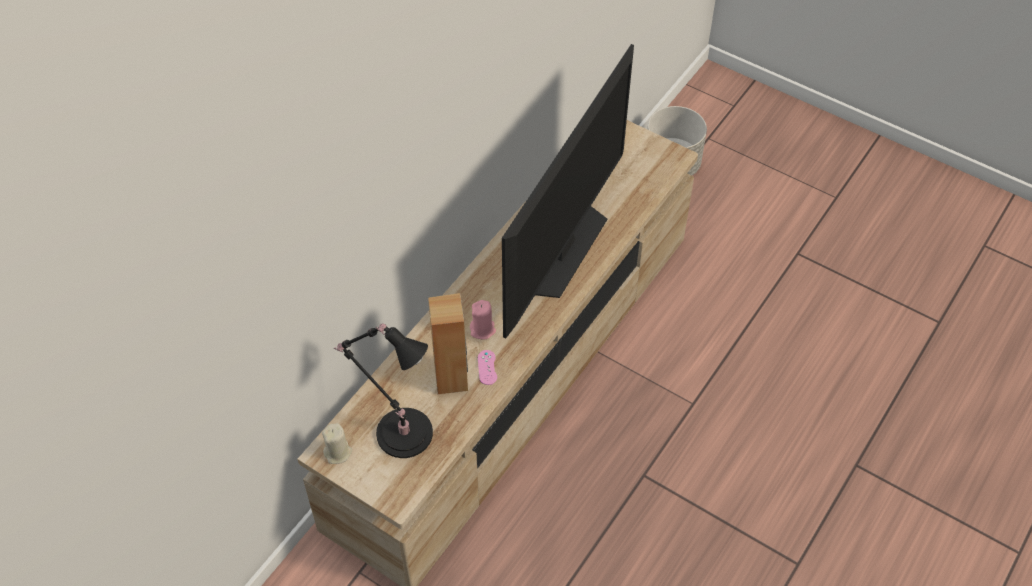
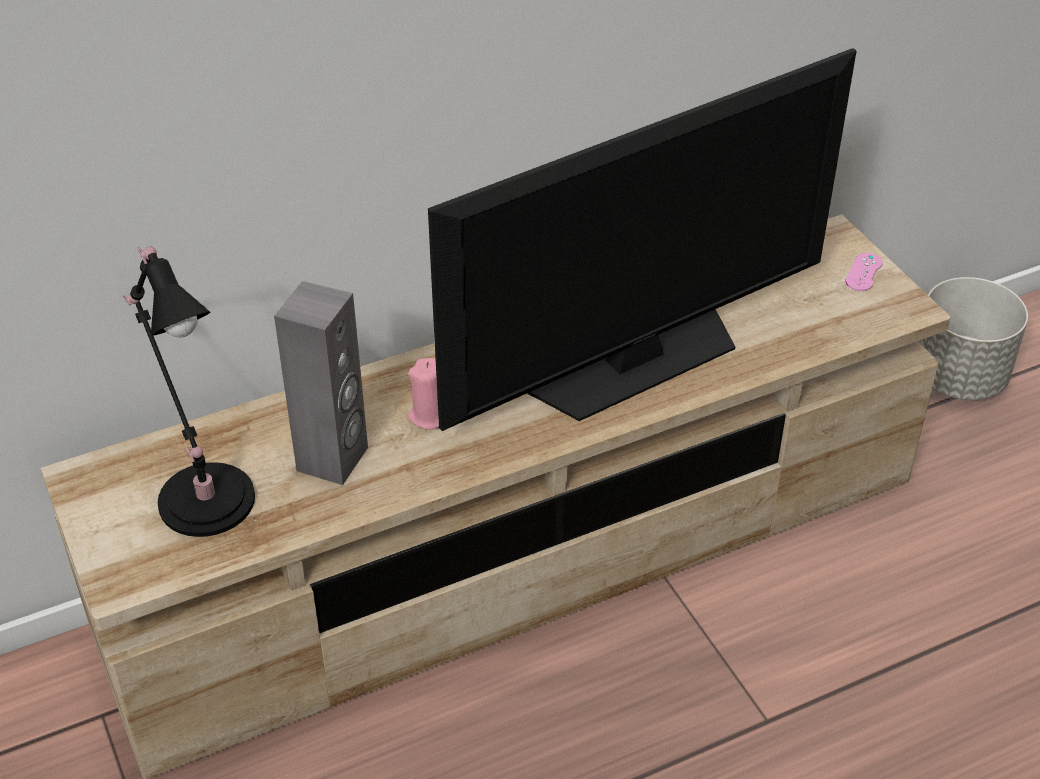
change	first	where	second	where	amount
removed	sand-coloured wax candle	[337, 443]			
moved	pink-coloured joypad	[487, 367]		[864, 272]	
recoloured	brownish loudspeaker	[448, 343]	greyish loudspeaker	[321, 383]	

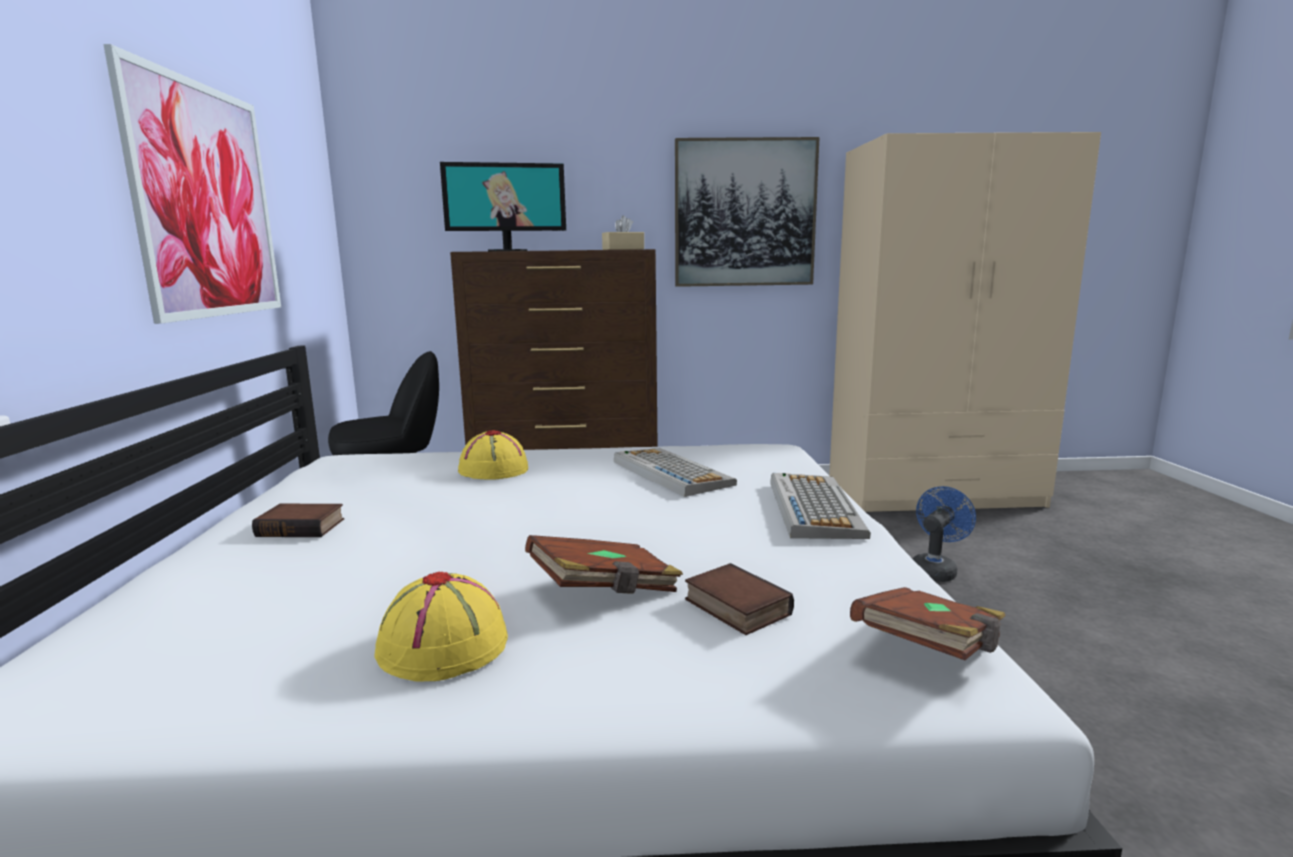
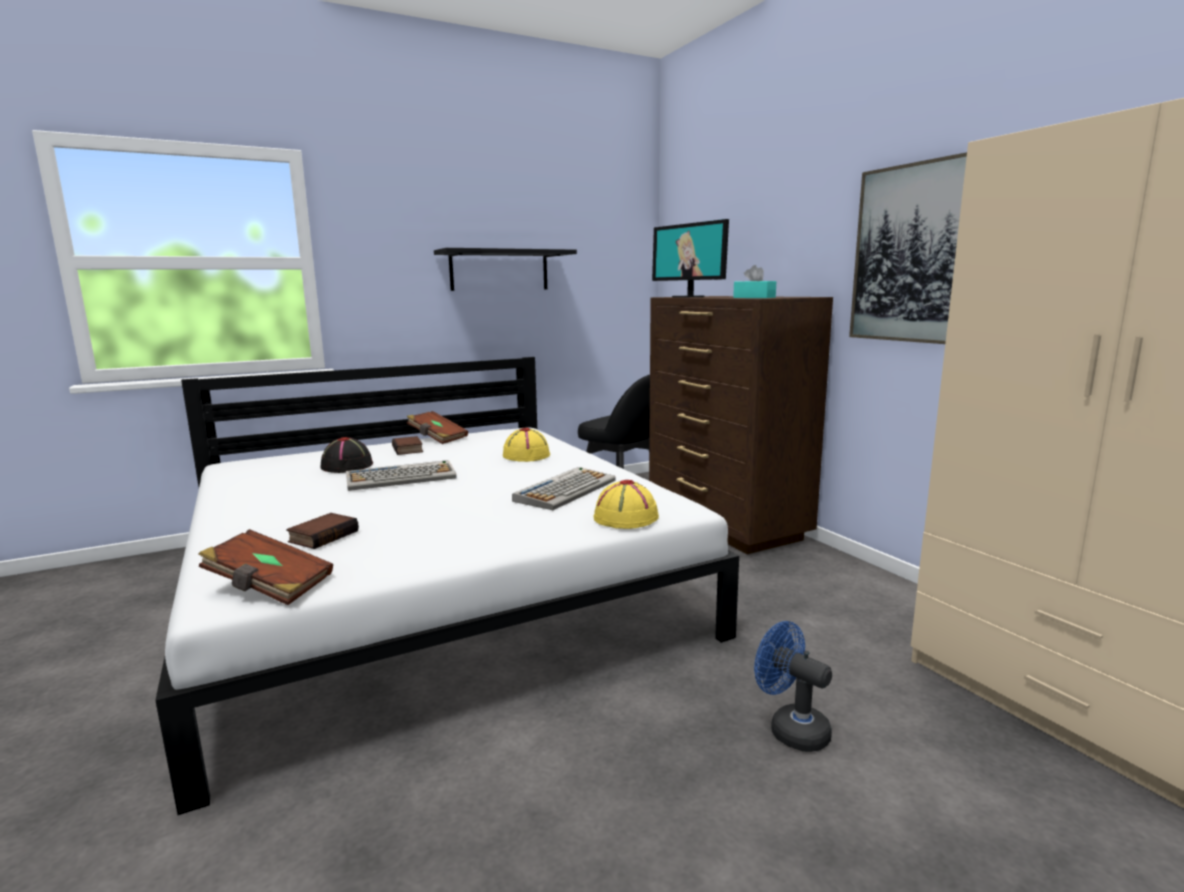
change	first	where	second	where	amount
added			blackish hat	[346, 455]	
moved	yellow-coloured hat	[441, 626]		[626, 504]	
moved	brownish volume	[604, 564]		[437, 427]	
moved	computer keyboard	[820, 506]		[401, 475]	
replaced	wall picture	[192, 184]	blackish wall shelf	[505, 269]	
recoloured	sand-coloured tissue holder	[623, 233]	turquoise-coloured tissue holder	[754, 281]	
turned	blue-coloured fan	[944, 534]		[793, 686]	150 degrees counterclockwise

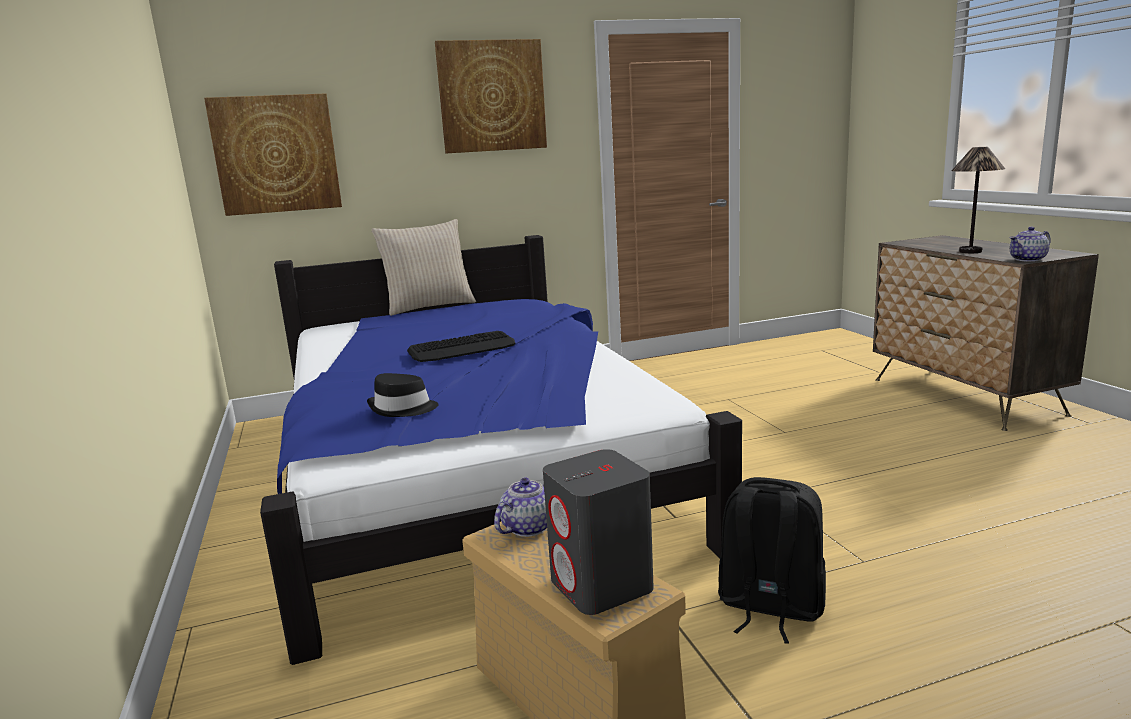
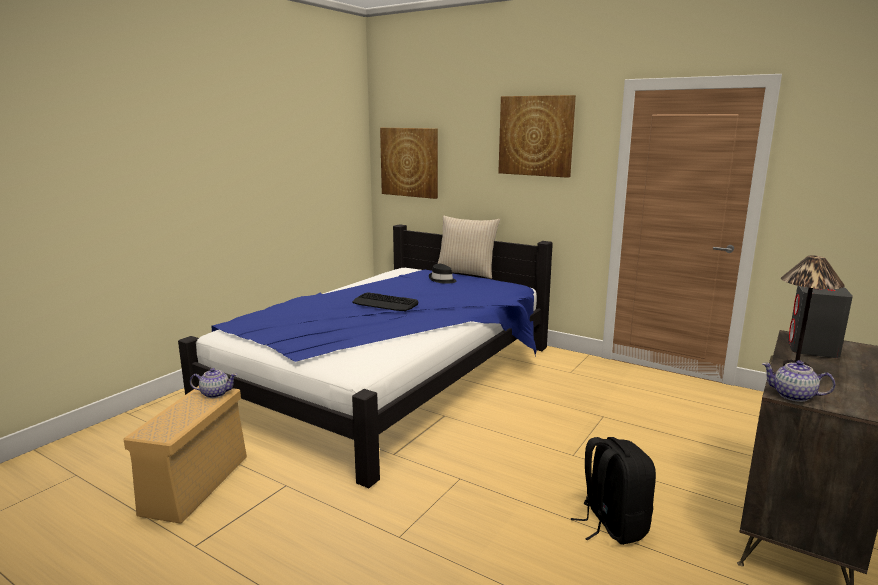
change	first	where	second	where	amount
moved	blackish hat	[403, 395]		[443, 274]	
moved	greyish loudspeaker	[598, 532]		[820, 322]	
moved	blackish rucksack	[772, 560]		[613, 491]	

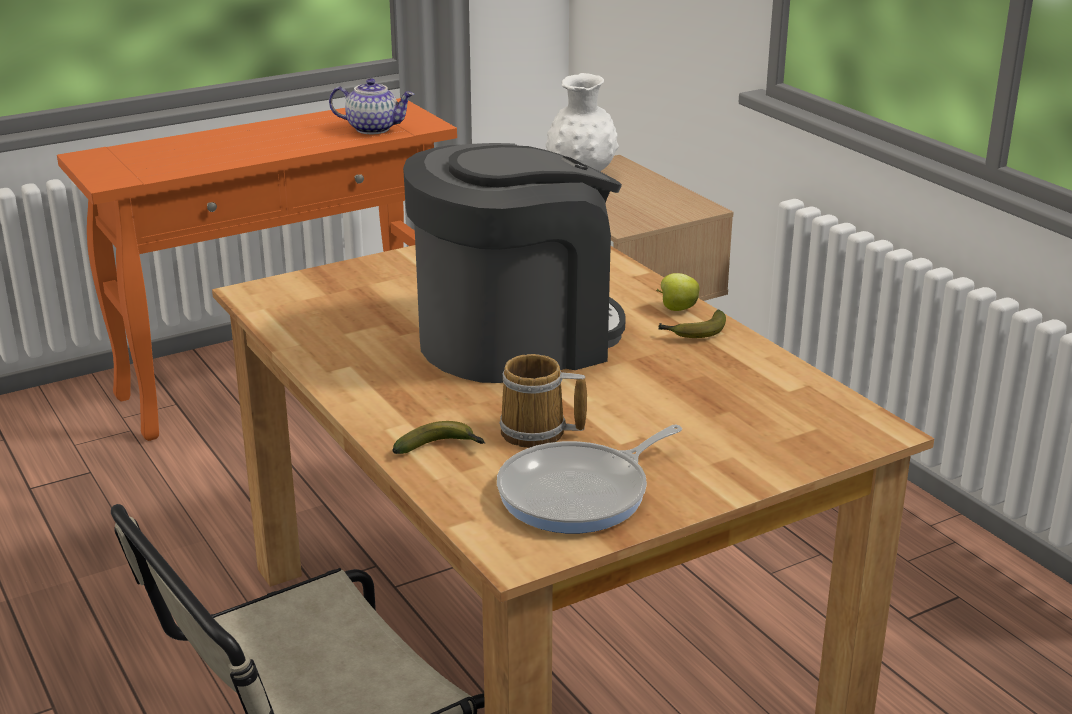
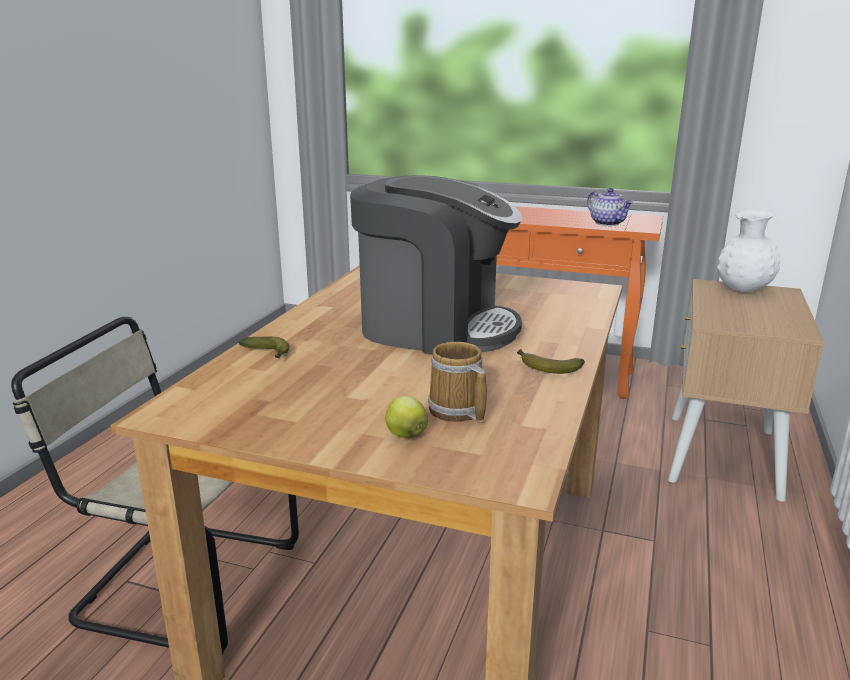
change	first	where	second	where	amount
removed	pan	[589, 479]			
moved	coffee mug	[543, 401]		[457, 382]	
moved	whole apple	[678, 292]		[406, 417]	

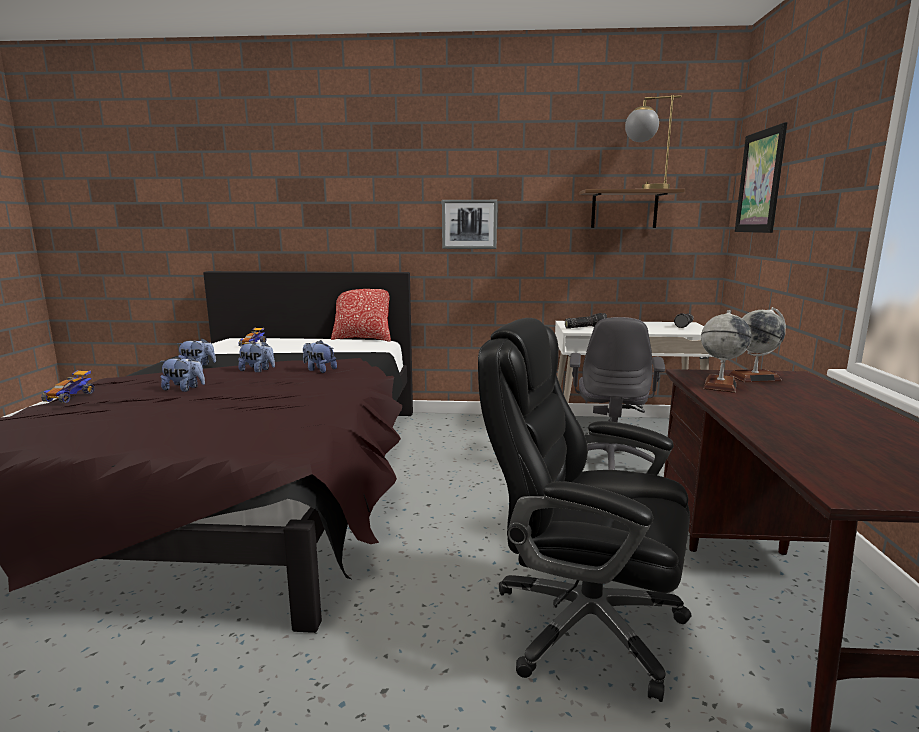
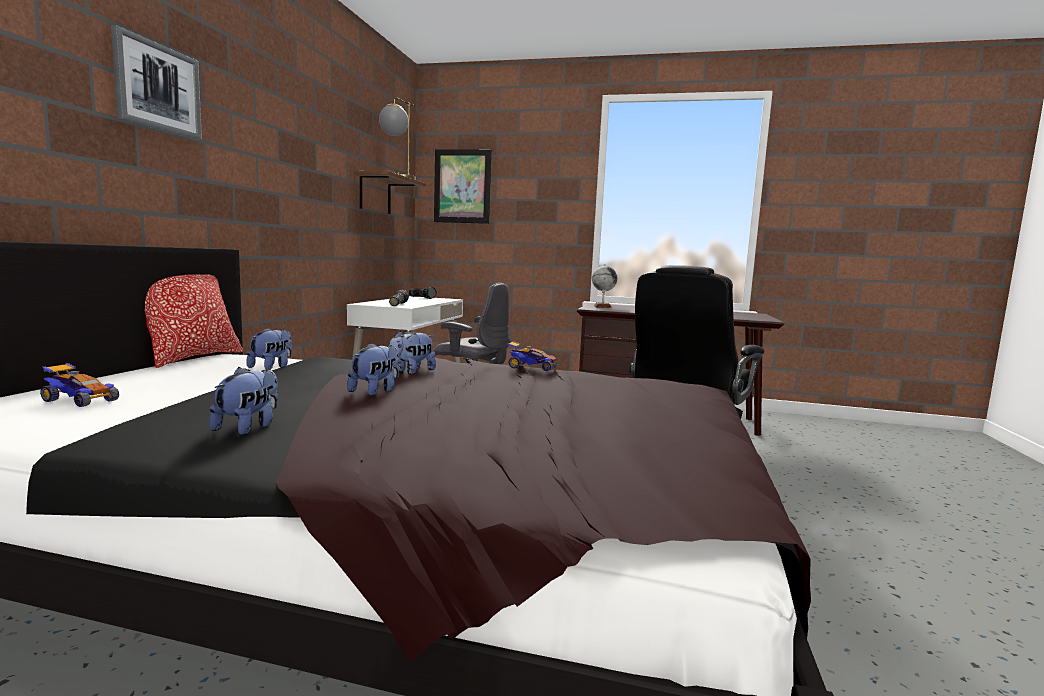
change	first	where	second	where	amount
removed	world globe	[726, 351]			
moved	model car	[68, 386]		[532, 356]	
moved	soft toy	[182, 373]		[269, 349]	
moved	wall picture	[469, 224]		[156, 82]	

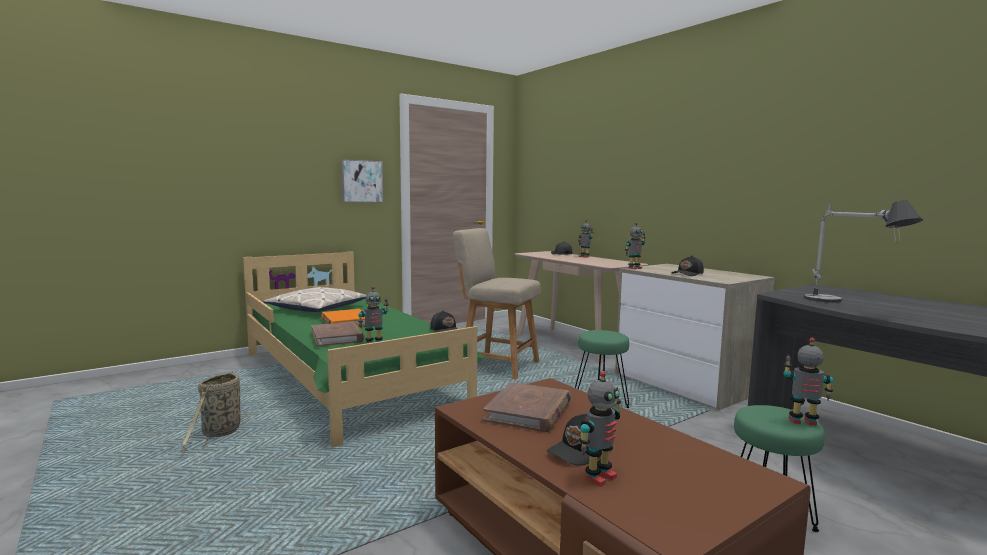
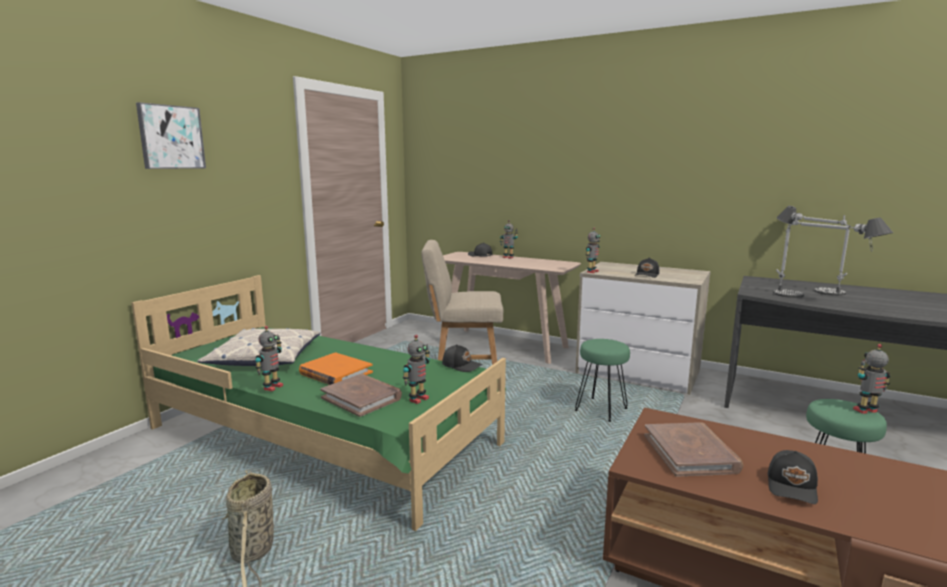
change	first	where	second	where	amount
added			tabletop lamp	[813, 251]	
moved	wall picture	[362, 180]		[171, 135]	
moved	model robot	[600, 429]		[269, 359]	

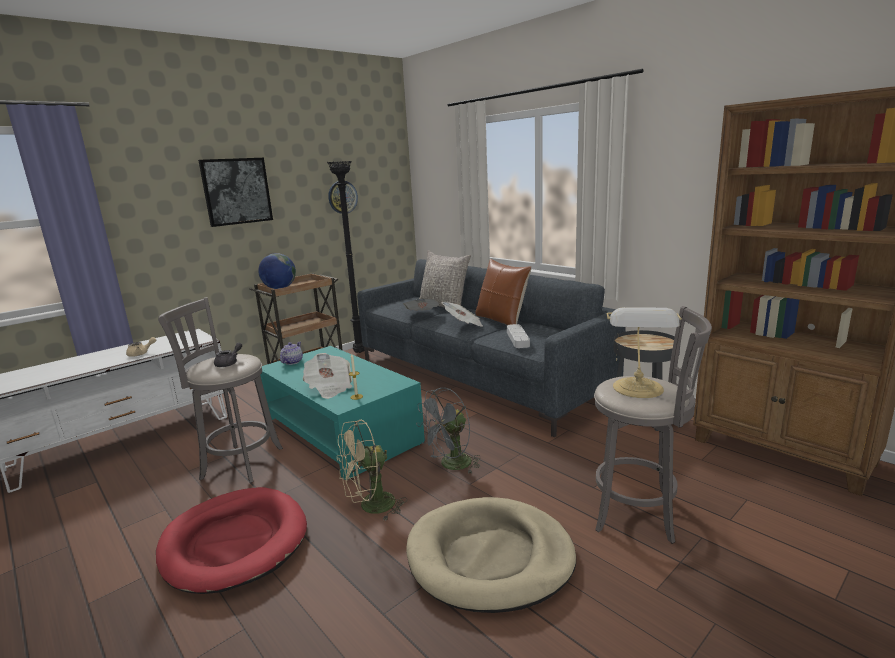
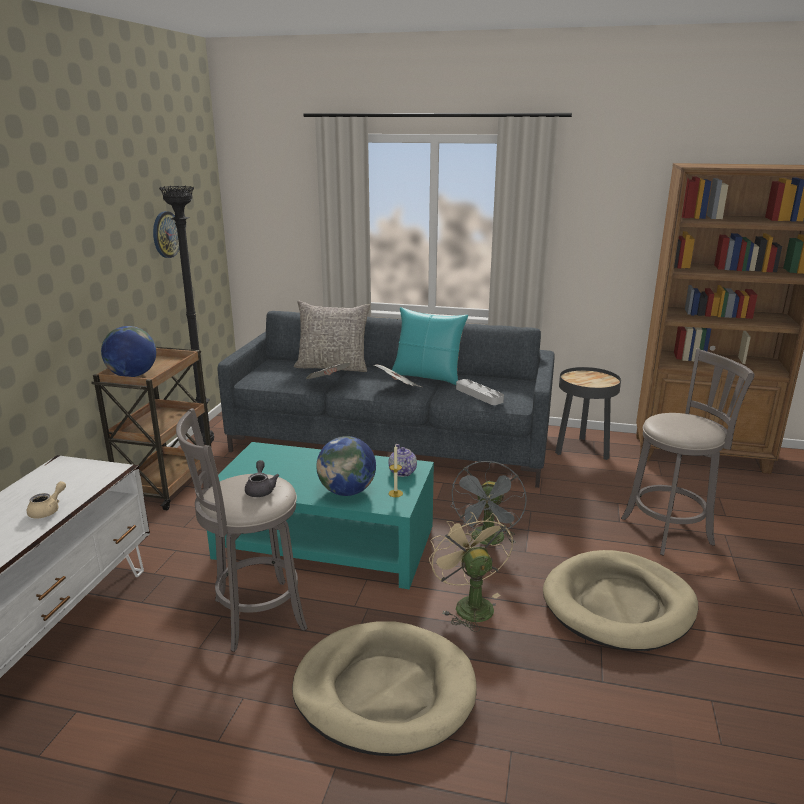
change	first	where	second	where	amount
removed	wall picture	[235, 192]			
removed	tabletop lamp	[644, 352]			
moved	pot for tea	[291, 353]		[402, 460]	
replaced	daily paper	[327, 376]	world globe	[346, 466]	
recoloured	red-coloured dog cushion	[231, 540]	sand-coloured dog cushion	[384, 688]	
recoloured	brownish pillow	[503, 292]	turquoise-coloured pillow	[430, 346]	
turned	sand-coloured fan	[372, 470]		[471, 571]	135 degrees clockwise

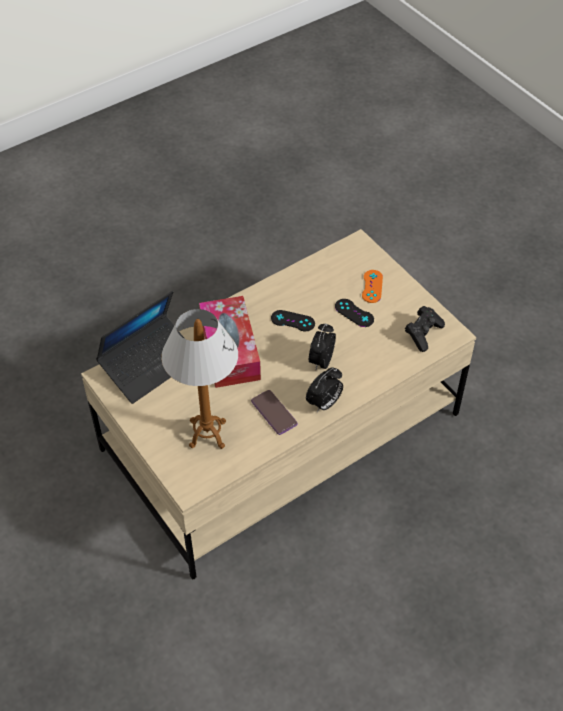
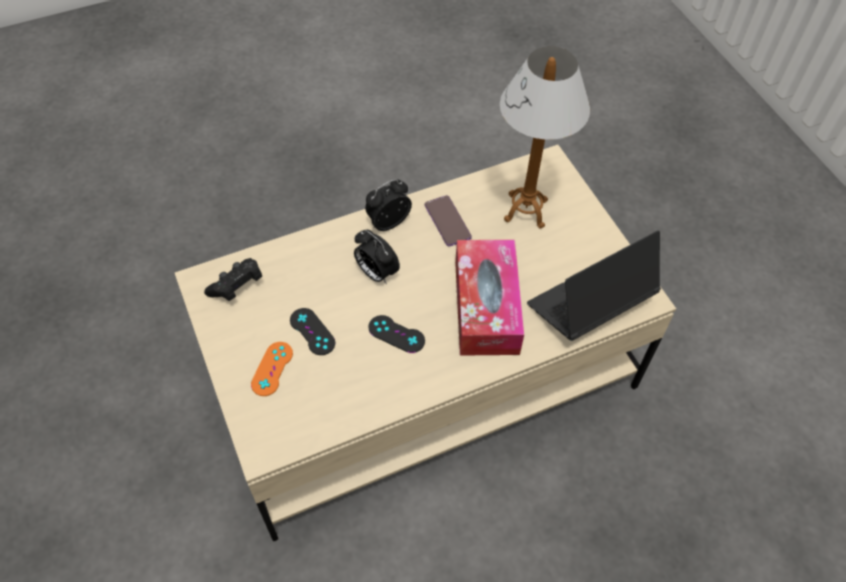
change	first	where	second	where	amount
turned	bedside clock	[322, 347]		[377, 257]	105 degrees clockwise

